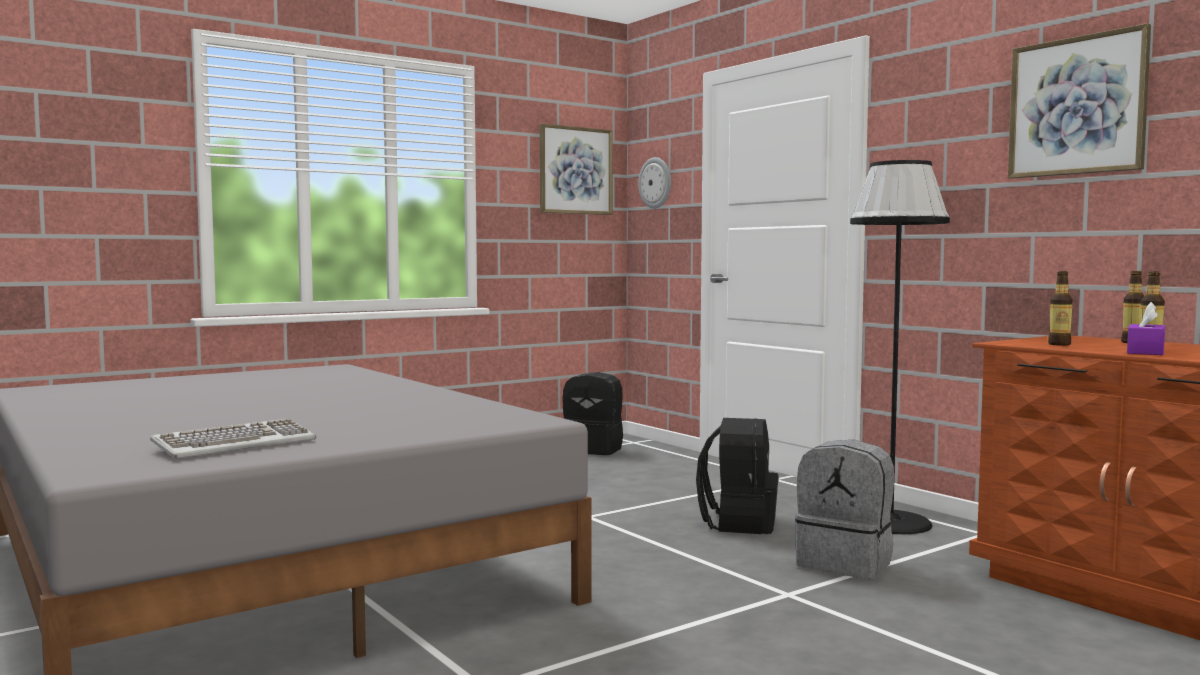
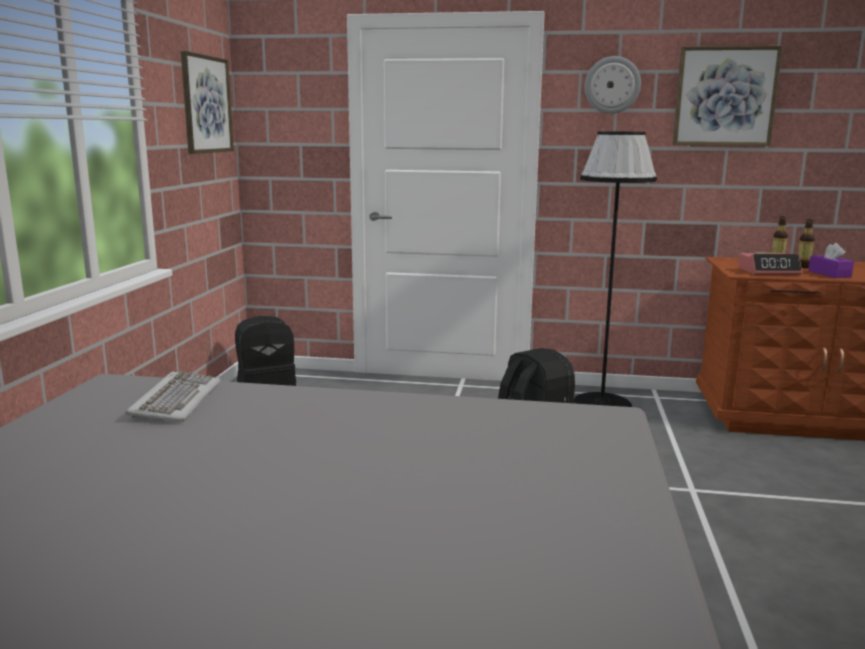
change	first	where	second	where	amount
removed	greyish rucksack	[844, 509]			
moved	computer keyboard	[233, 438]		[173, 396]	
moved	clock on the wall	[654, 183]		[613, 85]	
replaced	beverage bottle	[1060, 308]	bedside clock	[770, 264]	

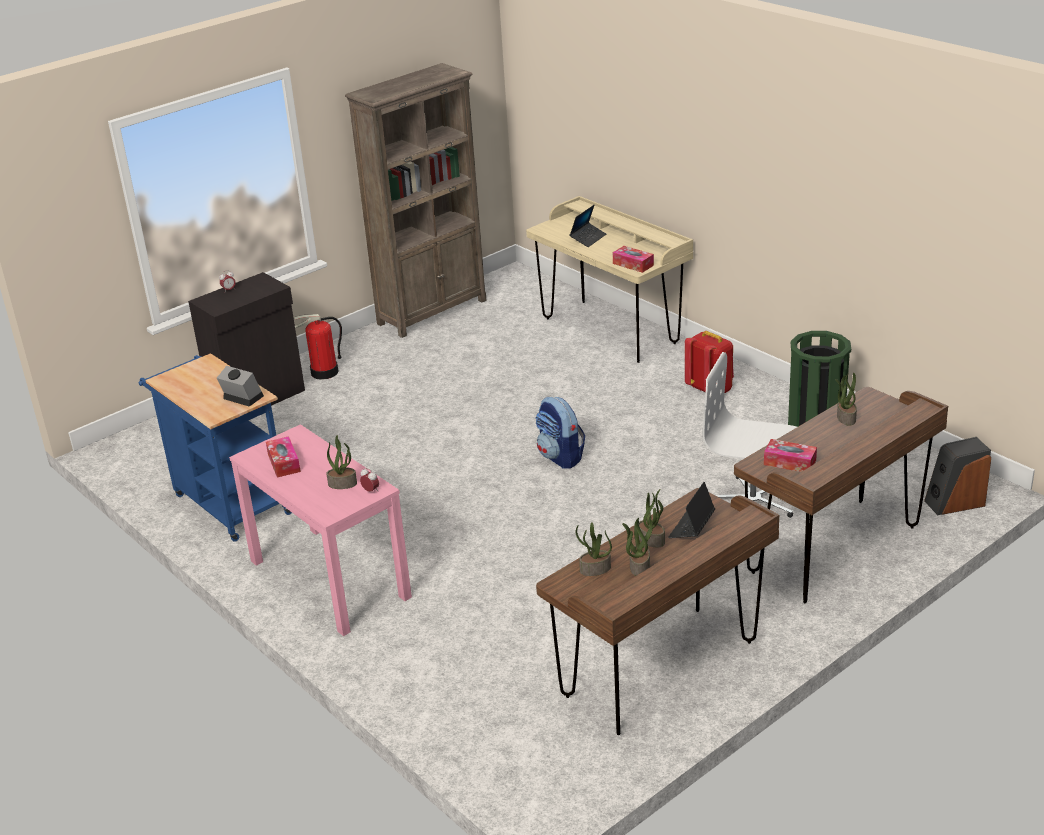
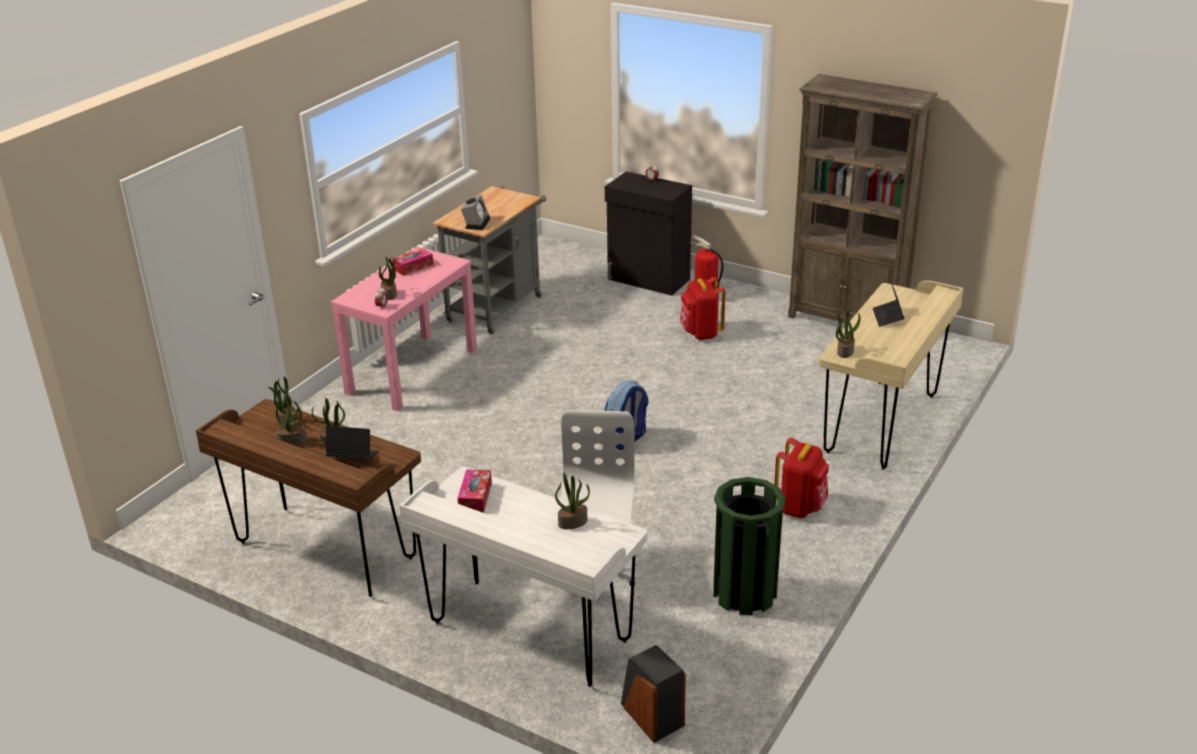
change	first	where	second	where	amount
added			red-coloured rucksack	[703, 308]	
replaced	tissue holder	[633, 259]	potted plant	[848, 334]	
recoloured	blue-coloured trolley	[215, 447]	greyish trolley	[489, 260]	
recoloured	brownish desk table	[841, 495]	white-coloured desk table	[523, 576]	
turned	notebook computer	[588, 226]		[888, 303]	75 degrees clockwise

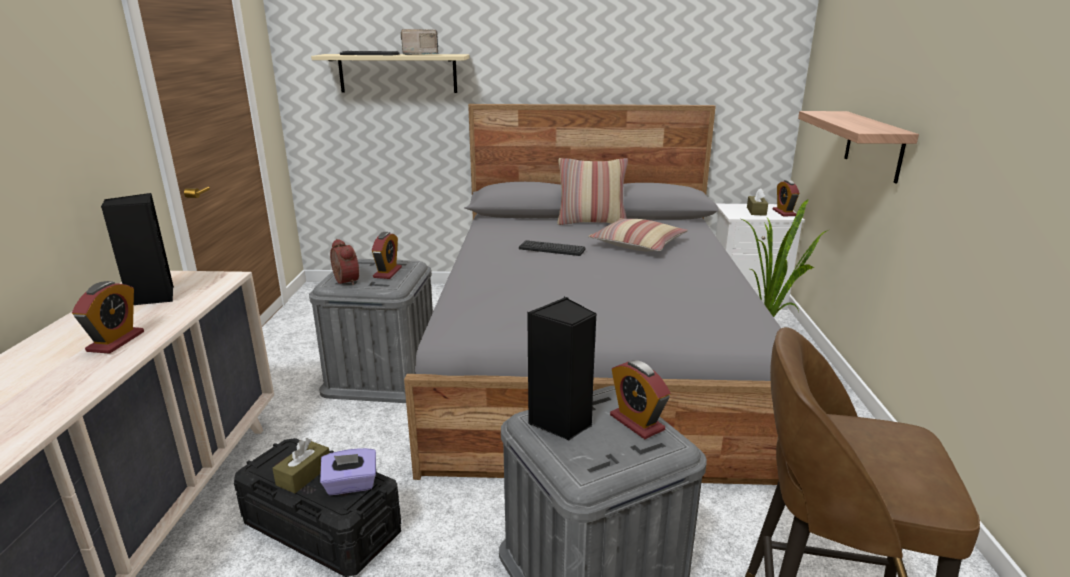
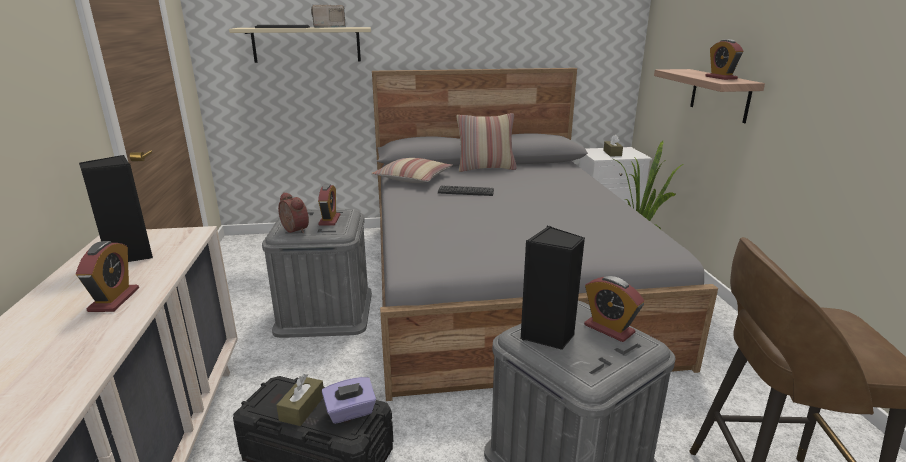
change	first	where	second	where	amount
moved	pillow	[638, 234]		[412, 170]	
moved	bedside clock	[786, 198]		[724, 59]	

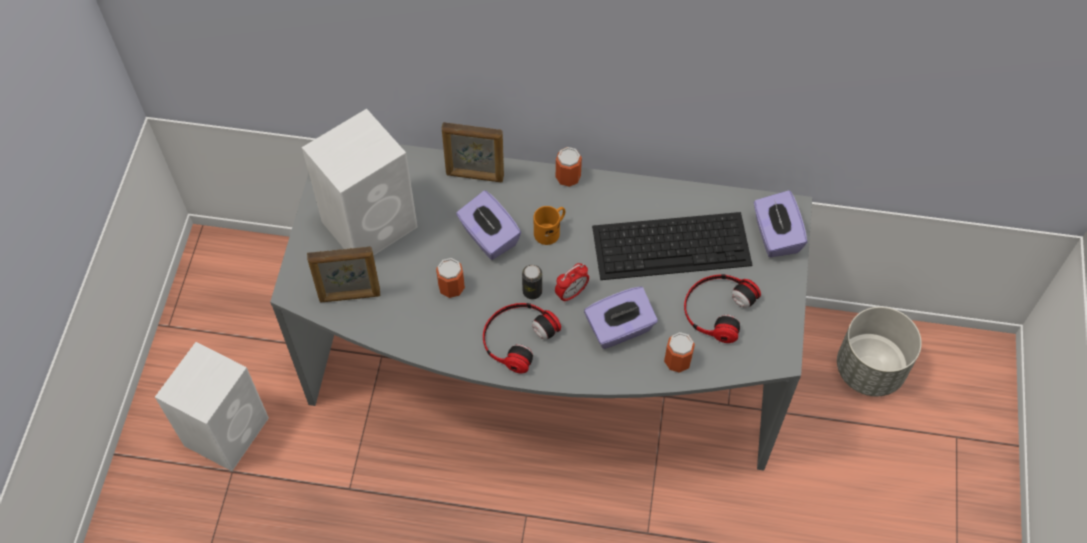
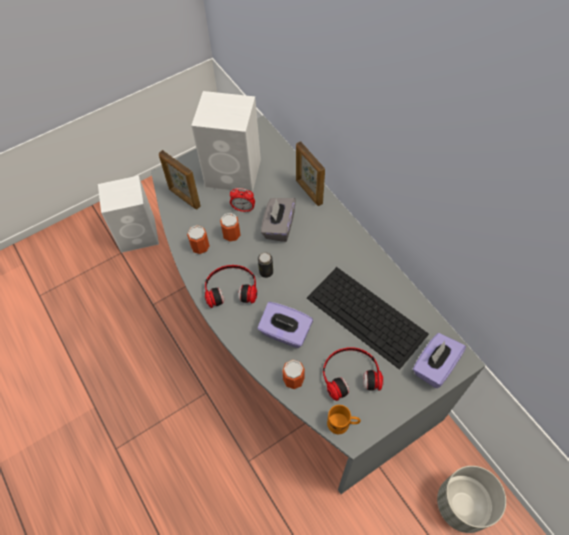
change	first	where	second	where	amount
moved	orange-coloured coffee mug	[550, 225]		[344, 419]	
moved	bedside clock	[572, 283]		[242, 200]	
moved	metal can	[569, 167]		[198, 239]	
recoloured	purple tissue holder	[488, 225]	greyish tissue holder	[278, 220]	

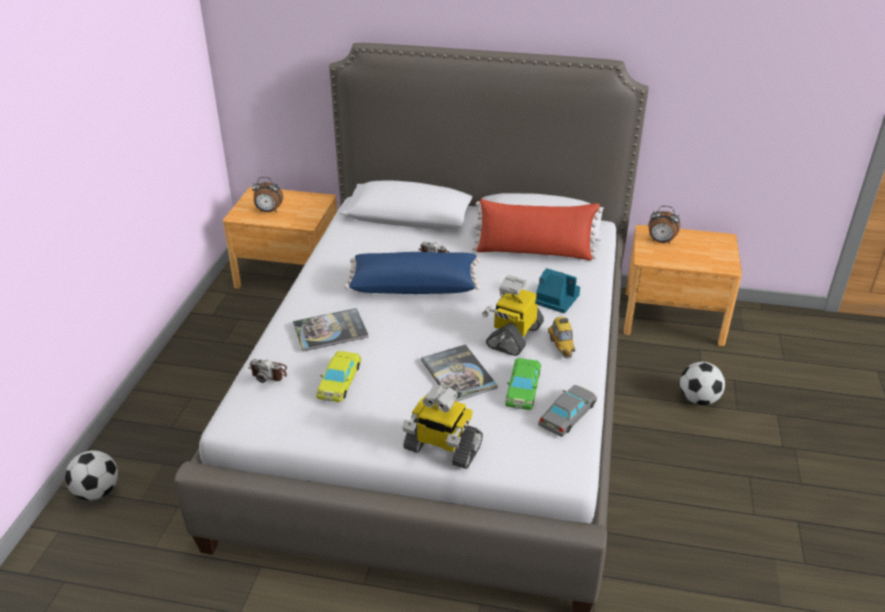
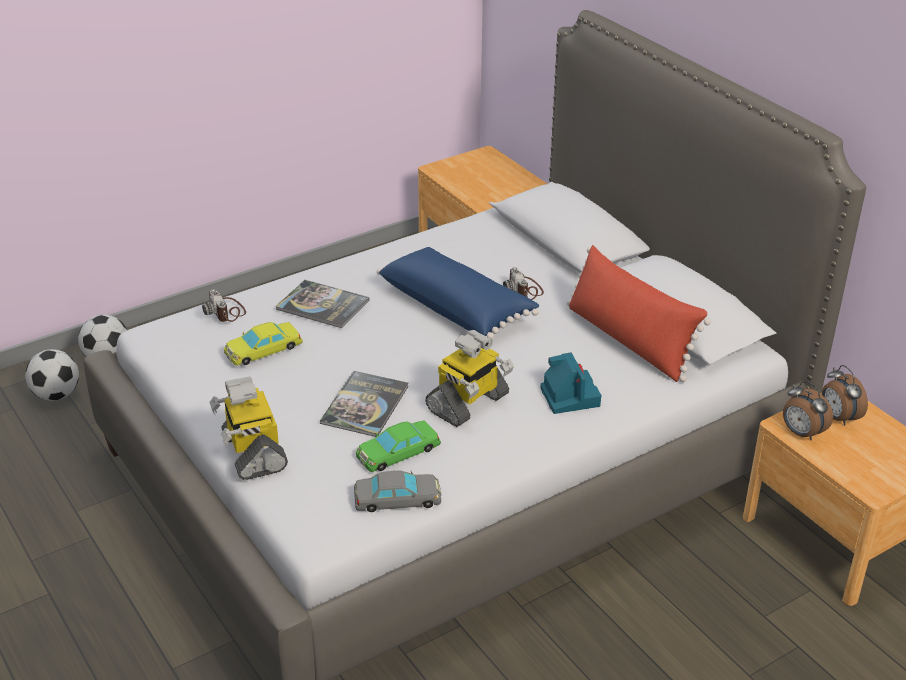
change	first	where	second	where	amount
removed	model car	[561, 338]			
moved	bedside clock	[267, 194]		[808, 410]	
moved	football	[702, 383]		[52, 375]	
turned	model robot	[513, 315]		[469, 378]	150 degrees clockwise

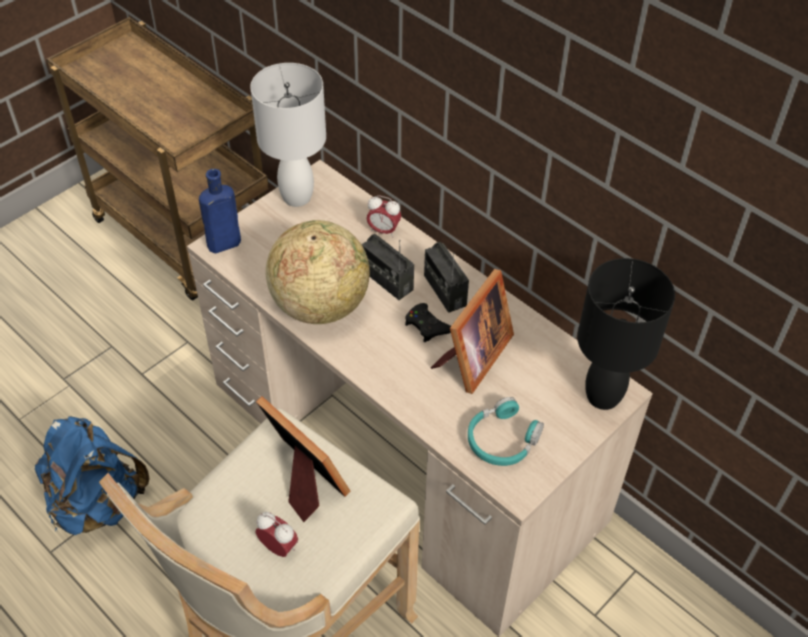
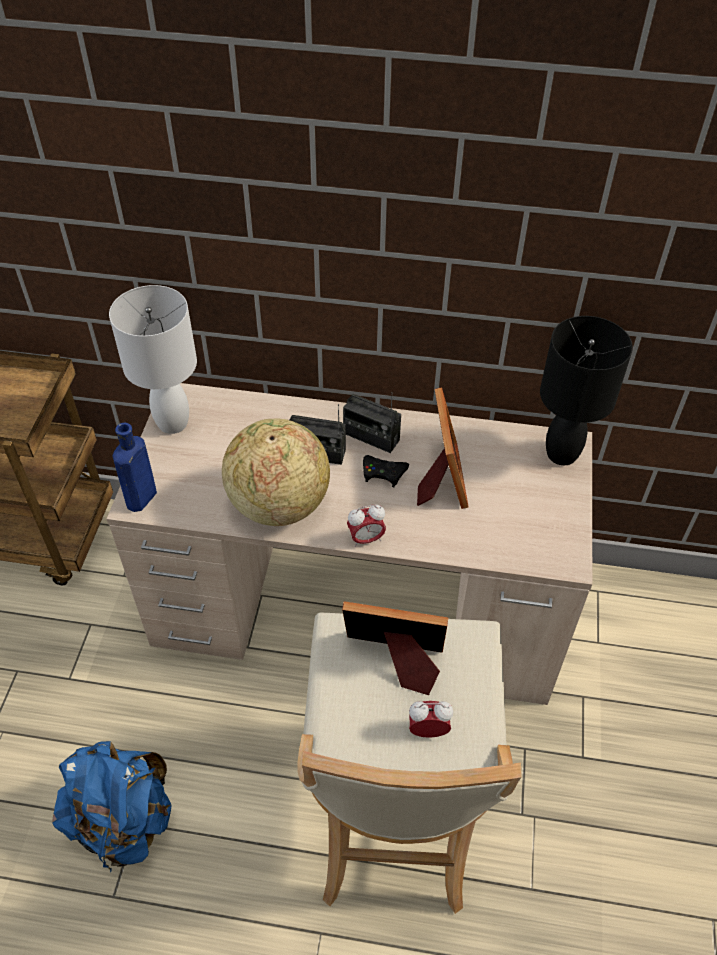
change	first	where	second	where	amount
removed	turquoise-coloured headphones	[506, 431]			
moved	bedside clock	[383, 216]		[366, 526]	

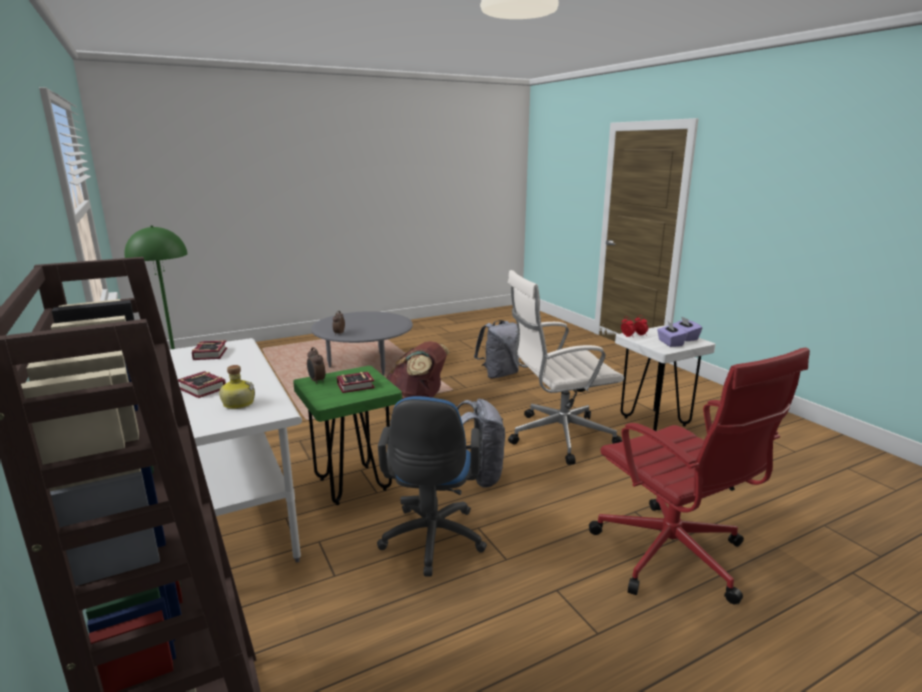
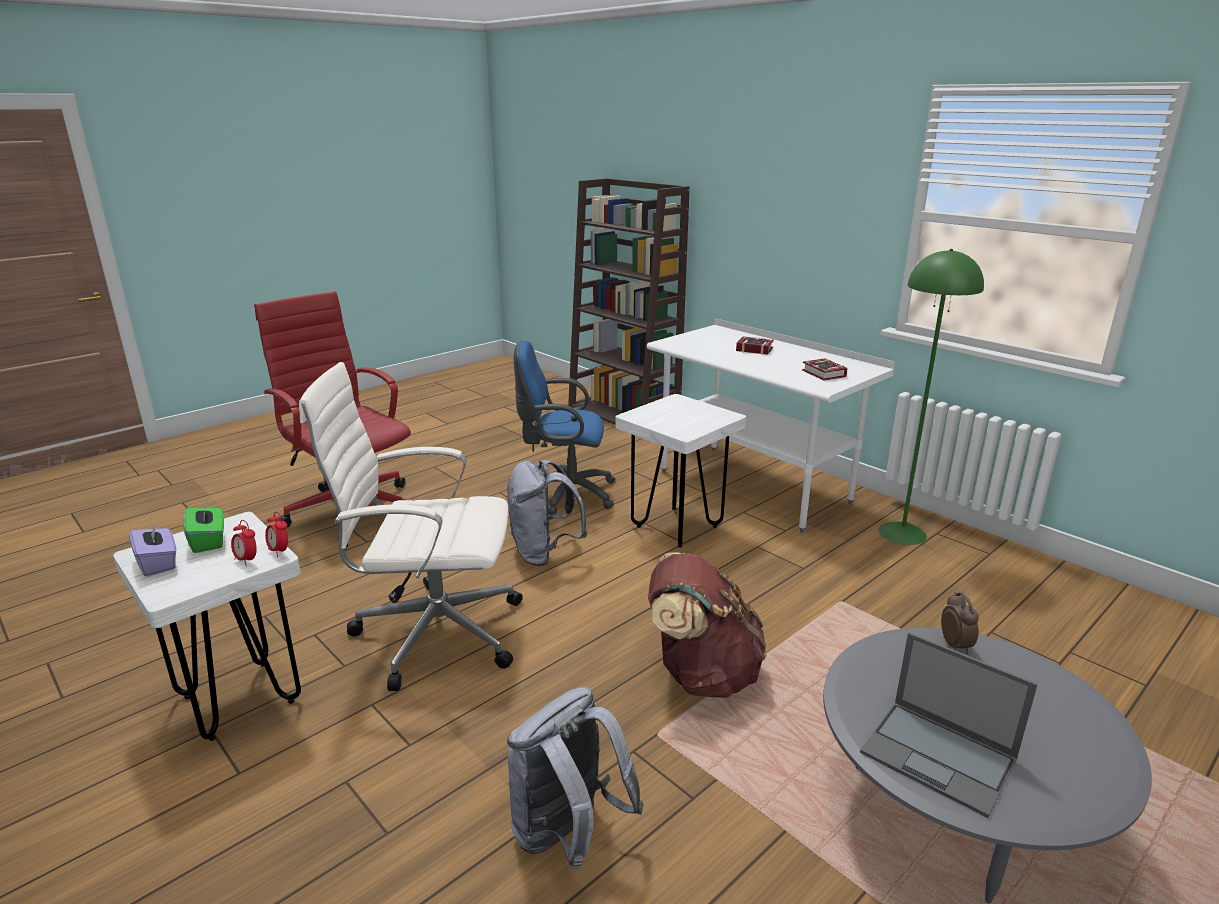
change	first	where	second	where	amount
removed	beverage bottle	[237, 387]			
removed	bedside clock	[316, 365]			
removed	volume	[356, 382]			
added			notebook computer	[949, 725]	
recoloured	greenish stool seat	[347, 435]	white-coloured stool seat	[680, 470]	
recoloured	purple tissue holder	[672, 334]	greenish tissue holder	[203, 526]	
turned	blue-coloured office chair	[432, 486]		[565, 428]	75 degrees counterclockwise
turned	white-coloured office chair	[566, 367]		[411, 526]	150 degrees counterclockwise

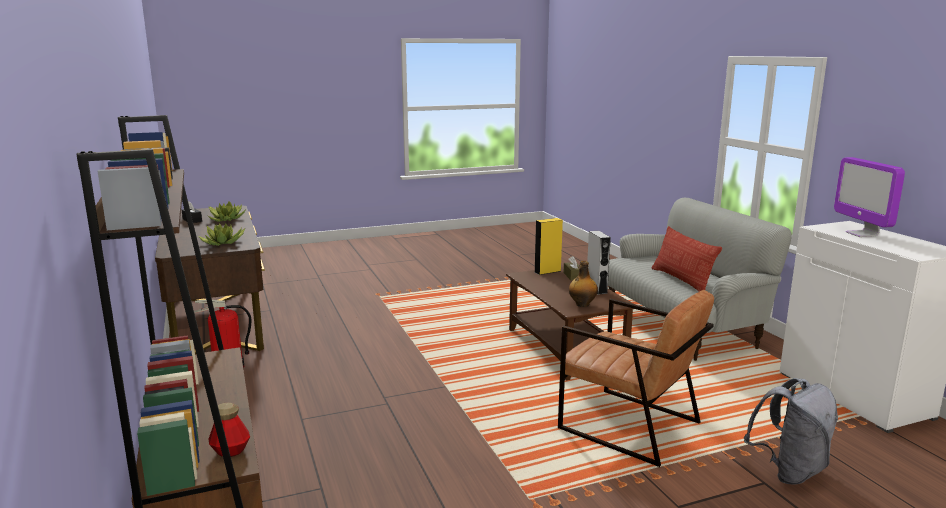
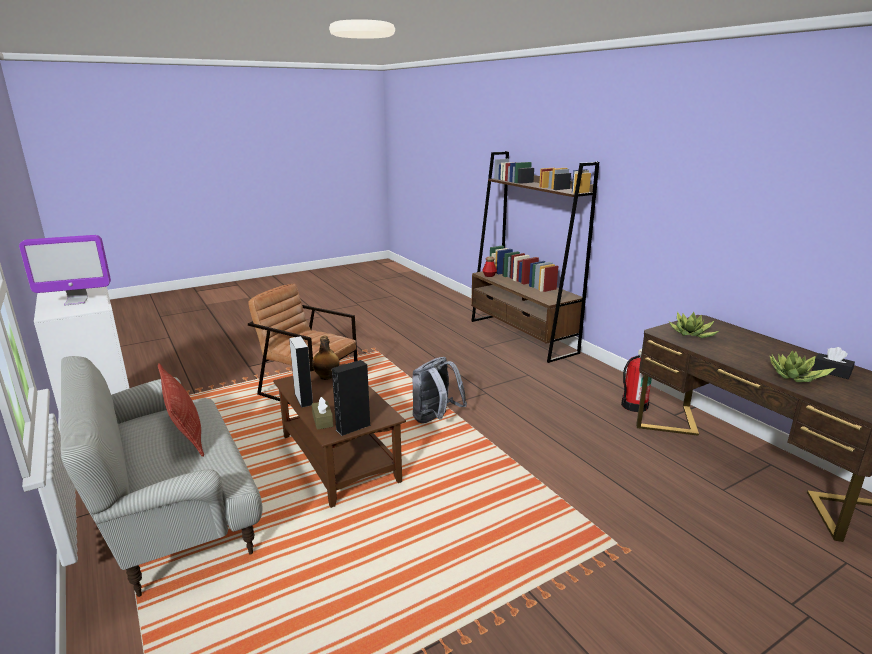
change	first	where	second	where	amount
moved	greyish rucksack	[791, 431]		[440, 390]	
recoloured	yellow-coloured loudspeaker	[549, 246]	blackish loudspeaker	[351, 398]	
turned	computer screen	[869, 197]		[65, 270]	90 degrees clockwise

